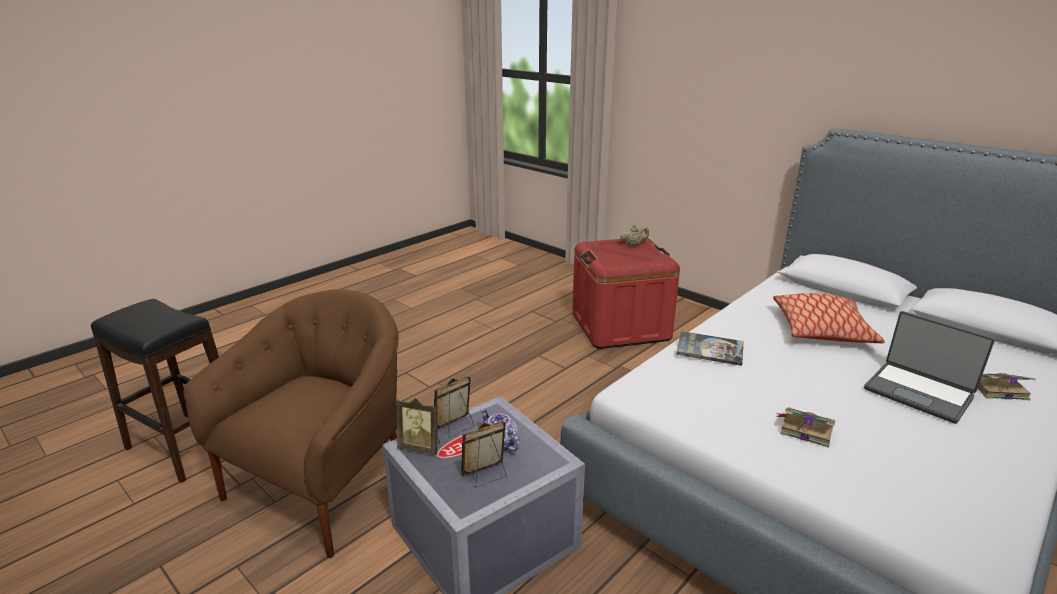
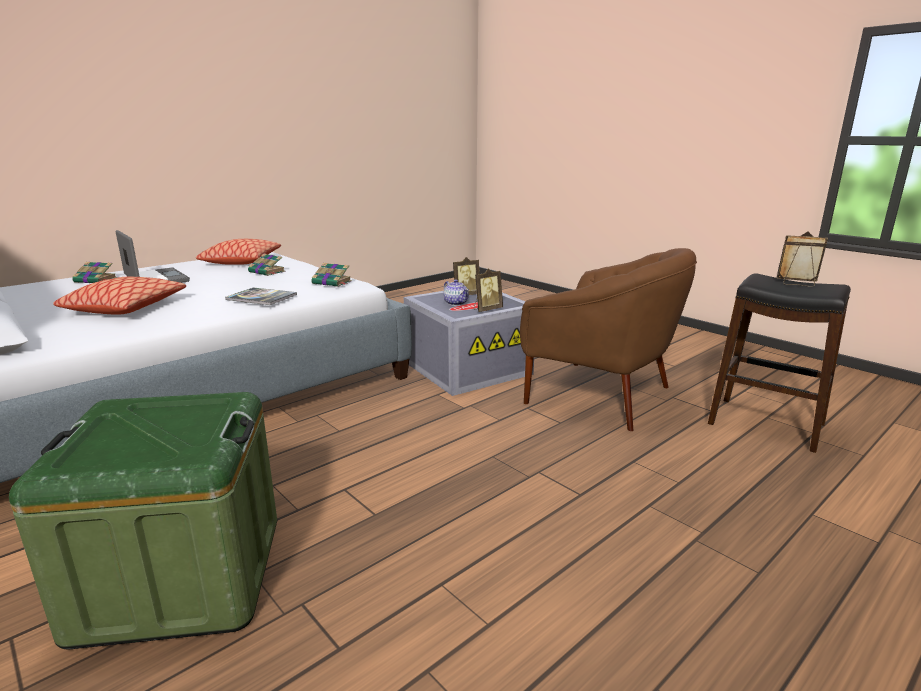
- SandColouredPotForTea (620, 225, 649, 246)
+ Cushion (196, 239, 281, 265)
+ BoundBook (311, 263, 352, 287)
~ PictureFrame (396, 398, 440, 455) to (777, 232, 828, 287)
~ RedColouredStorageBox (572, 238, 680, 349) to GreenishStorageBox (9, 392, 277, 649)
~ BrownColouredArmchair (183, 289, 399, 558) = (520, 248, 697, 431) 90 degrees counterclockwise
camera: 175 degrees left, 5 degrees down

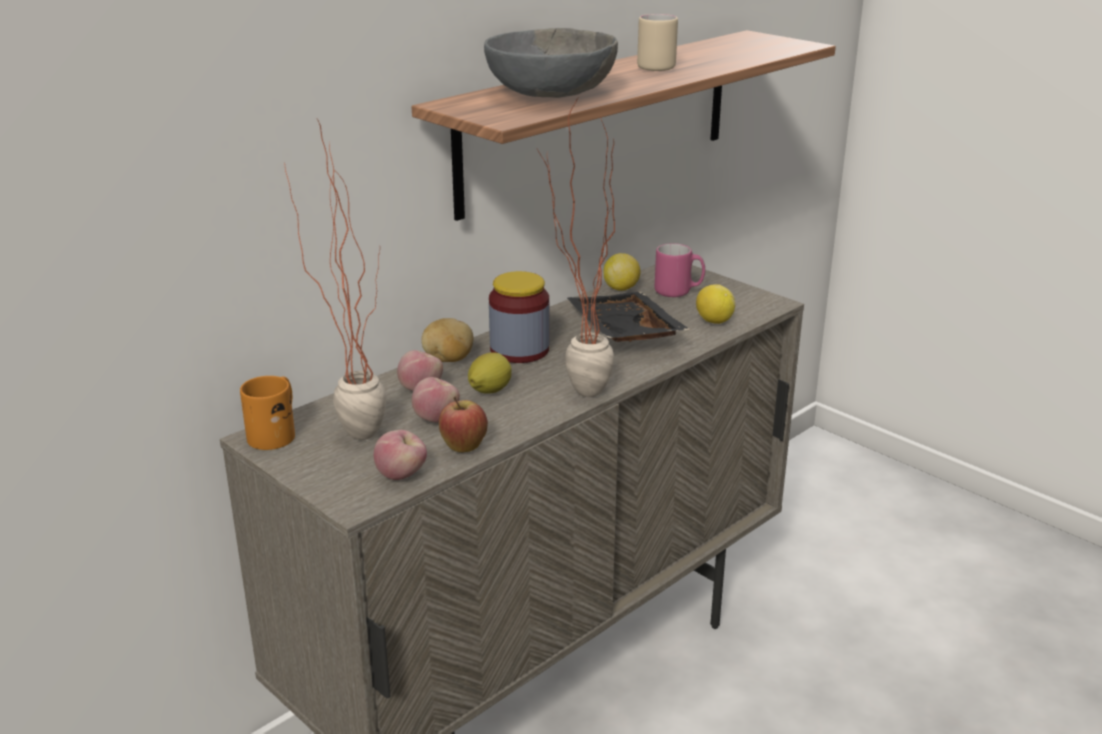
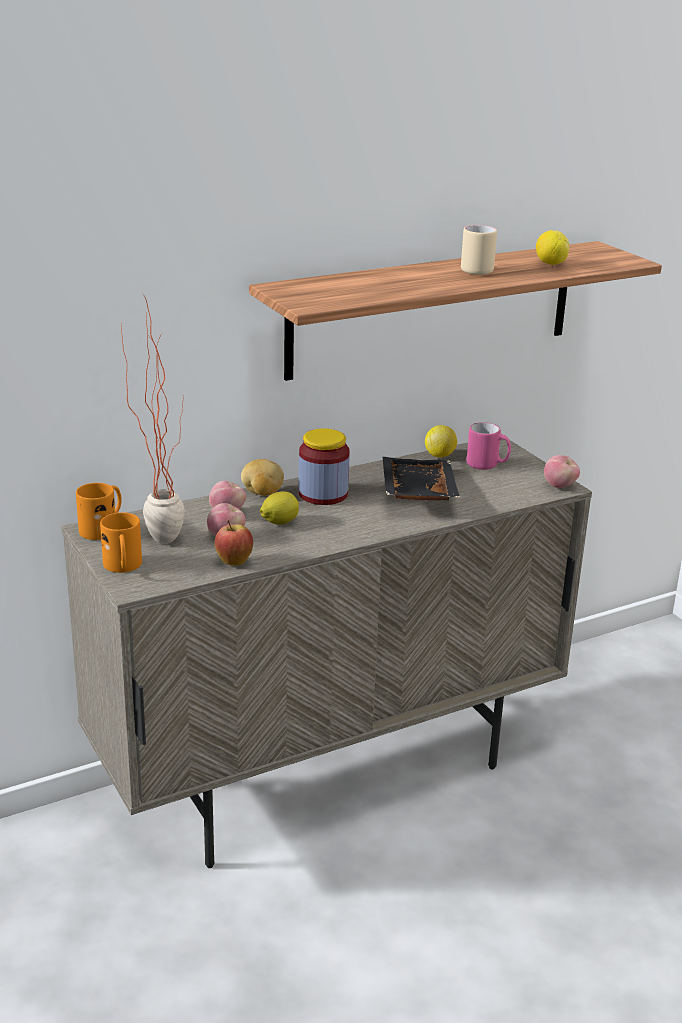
- GreyDeepDish (484, 28, 618, 98)
- PlantInAPot (536, 98, 615, 397)
+ OrangeMug (100, 512, 142, 573)
~ Apple (374, 430, 427, 480) to (544, 455, 580, 488)
~ WholeLemon (696, 284, 735, 324) to (536, 230, 569, 265)
camera: 15 degrees right, 0 degrees up

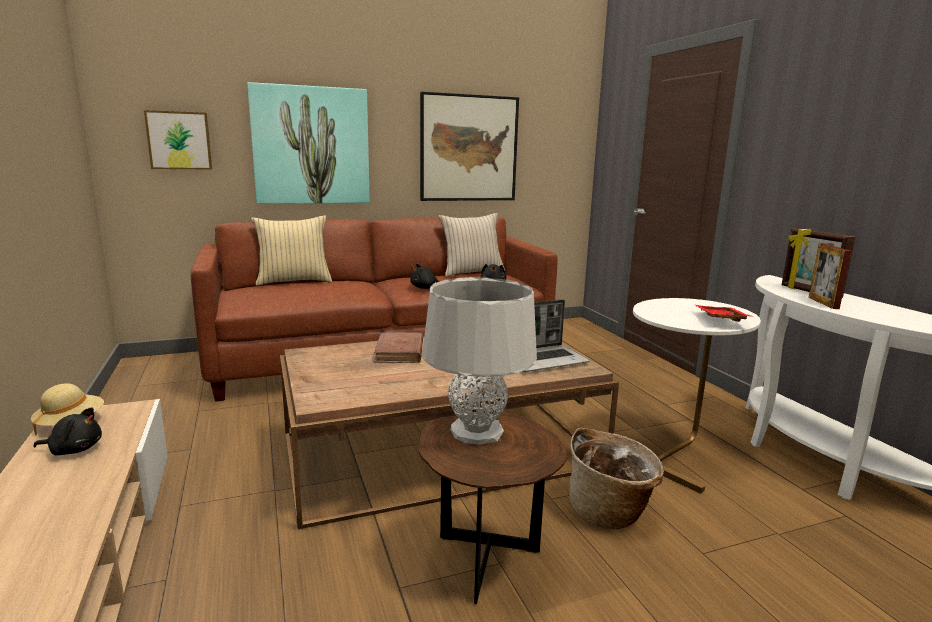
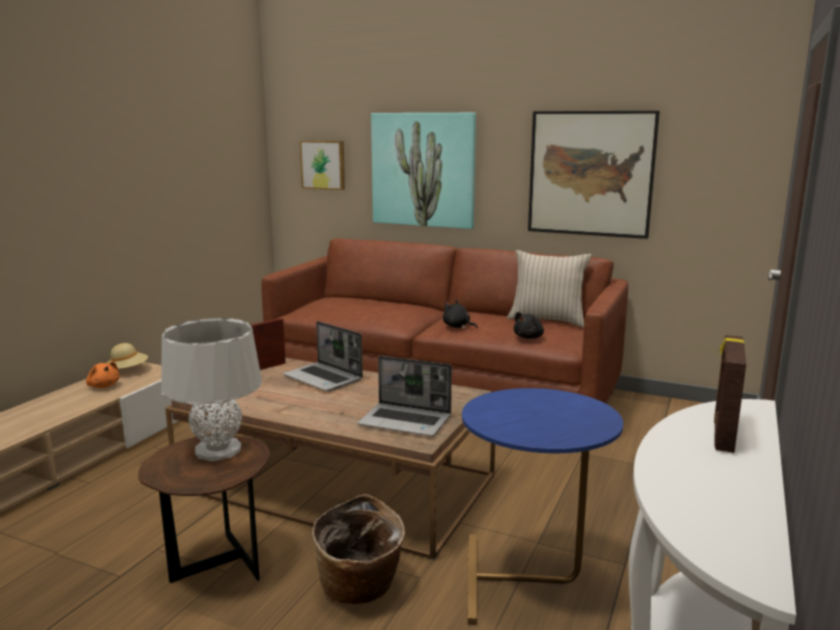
- SandColouredCushion (251, 215, 332, 286)
- RedColouredServingTray (695, 305, 754, 322)
~ PictureFrame (809, 243, 852, 309) to (251, 318, 286, 370)
~ BrownColouredBoundBook (373, 332, 423, 363) to NotebookComputer (283, 321, 363, 391)
~ BlackCuddlyToy (34, 407, 102, 456) to OrangeCuddlyToy (86, 361, 120, 388)
~ WhitishEndTable (633, 298, 761, 494) to BluishEndTable (462, 388, 623, 625)
camera: 45 degrees right, 0 degrees up

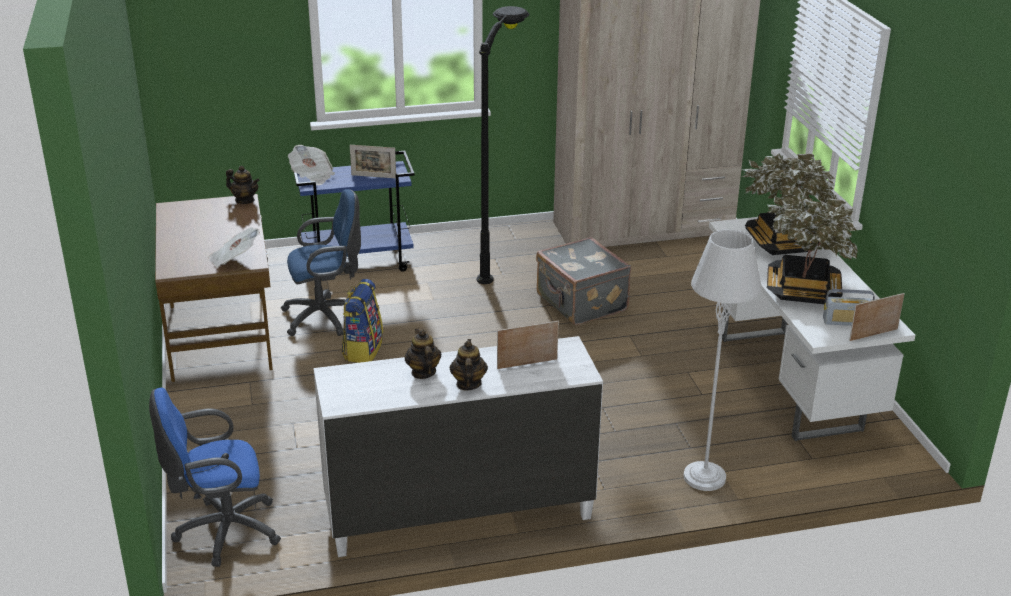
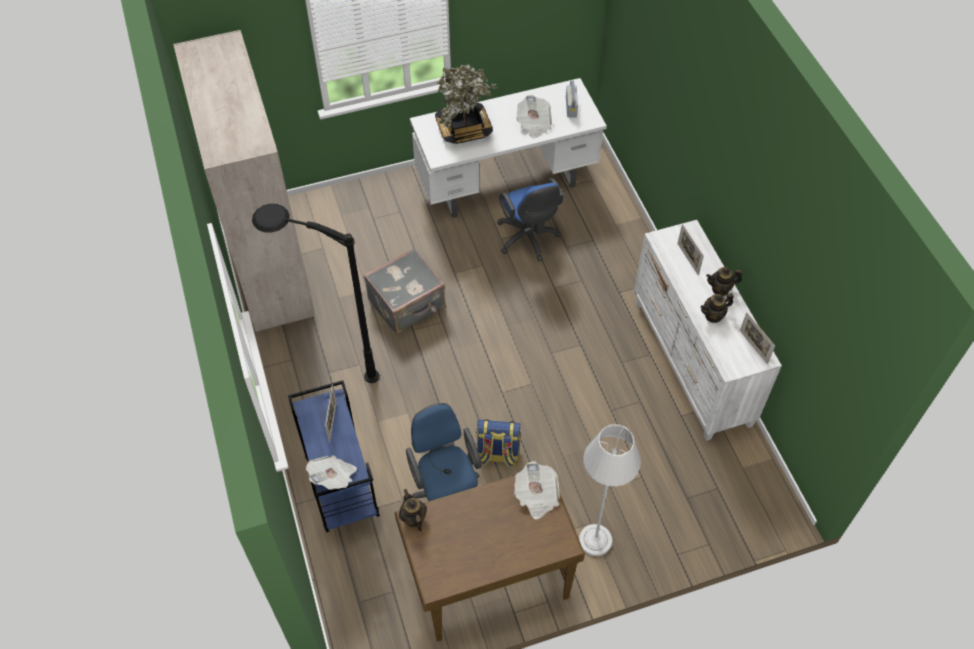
~ BluishOfficeChair (149, 388, 281, 567) to (497, 178, 564, 261)
~ GreyStandingLamp (683, 229, 762, 491) to (579, 424, 641, 556)
~ PictureFrame (849, 293, 905, 341) to (740, 312, 775, 364)
~ PlantInAPot (767, 193, 858, 304) to DailyPaper (516, 95, 552, 139)
~ PotForTea (226, 166, 259, 204) = (399, 489, 427, 531) 45 degrees counterclockwise
camera: 95 degrees left, 25 degrees up

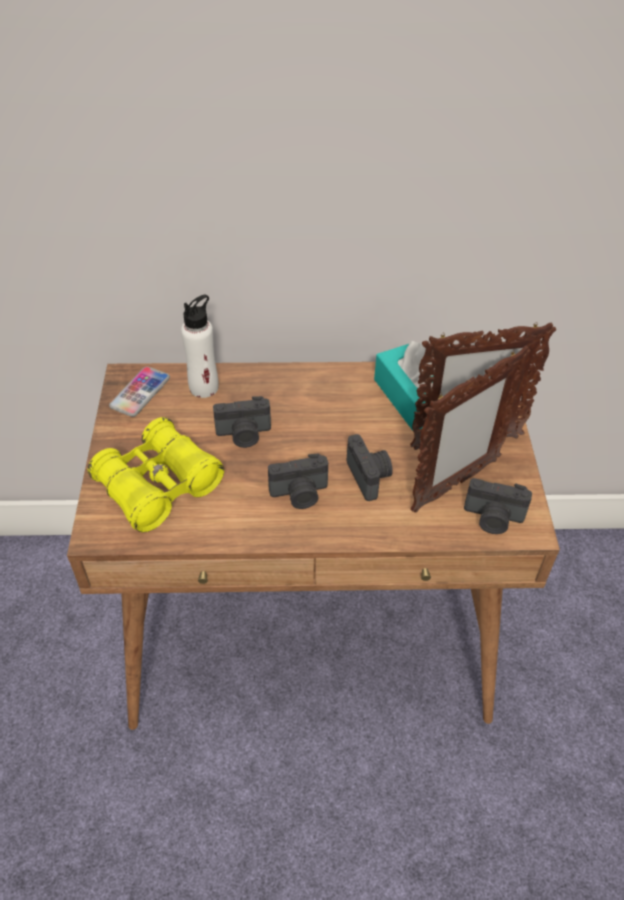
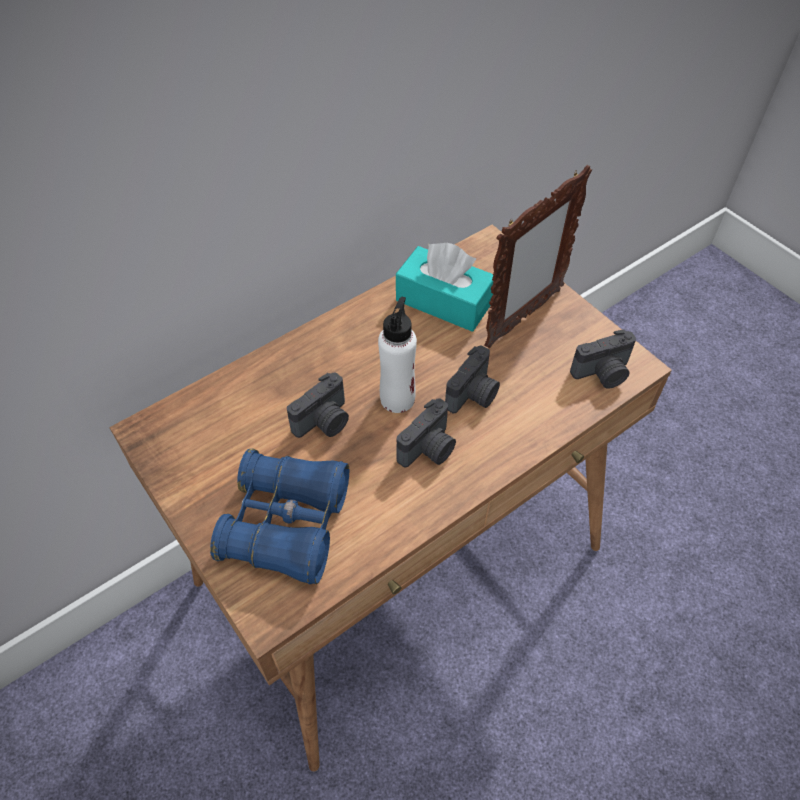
- Telephone (109, 366, 170, 417)
- PictureFrame (410, 346, 531, 513)
~ WhitishDrinkBottle (181, 295, 219, 398) to (378, 297, 417, 413)
~ YellowishPairOfBinoculars (88, 417, 224, 532) to BluishPairOfBinoculars (210, 449, 349, 584)
~ PhotoCamera (347, 434, 393, 501) = (445, 346, 500, 413) 90 degrees clockwise
camera: 35 degrees left, 5 degrees up

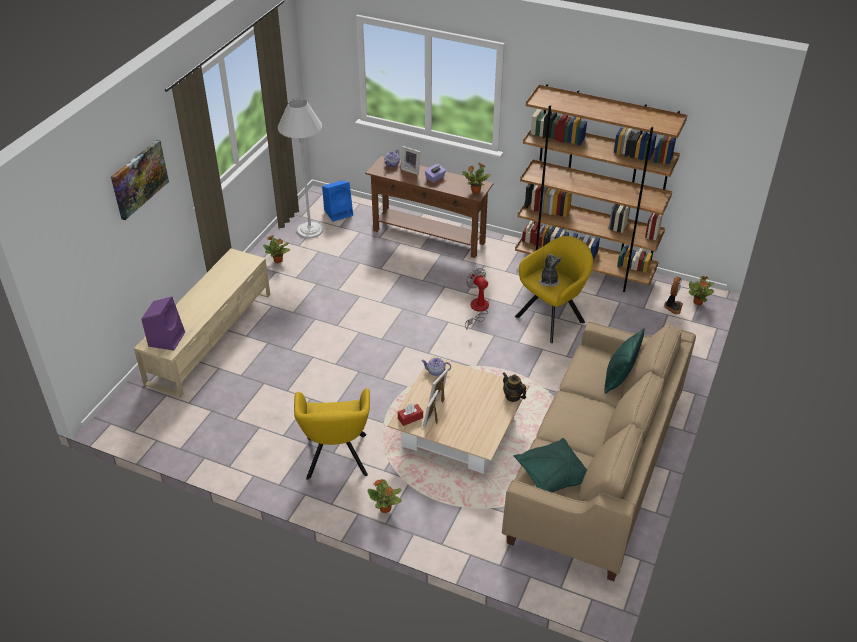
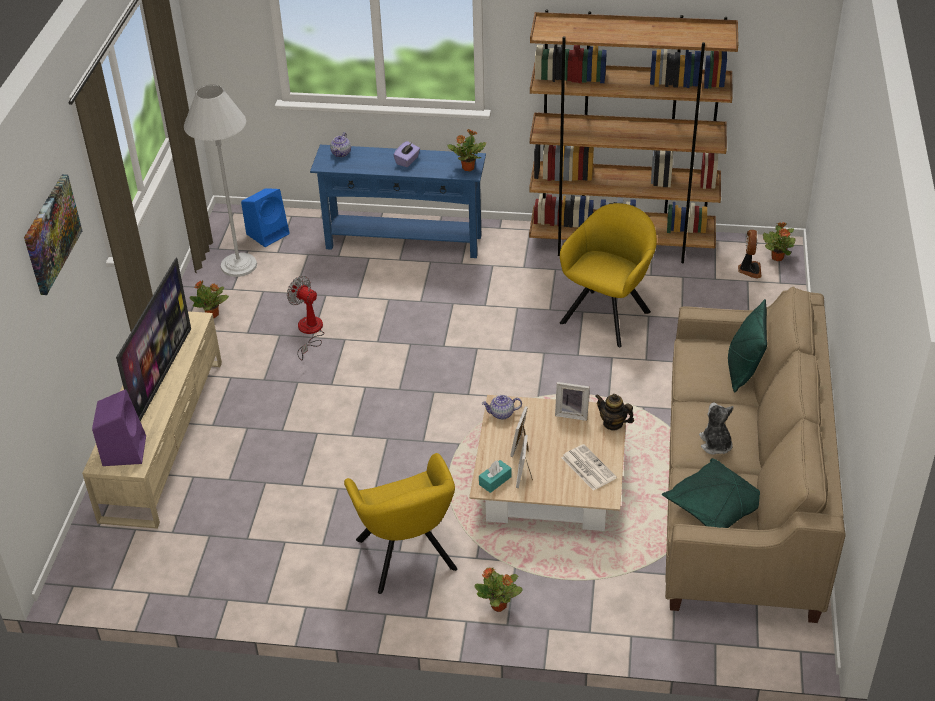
+ Television (116, 258, 191, 421)
+ DailyPaper (561, 444, 617, 491)
~ PictureFrame (401, 146, 421, 175) to (555, 382, 590, 421)
~ ElectricFan (465, 268, 489, 329) to (287, 276, 324, 360)
~ CuddlyToy (539, 253, 562, 287) to (699, 403, 734, 455)
~ BrownColouredNarrowTable (365, 156, 493, 258) to BluishNarrowTable (310, 145, 486, 258)
~ RedColouredBoxOfTissues (398, 404, 423, 426) to TurquoiseColouredBoxOfTissues (479, 460, 512, 493)
camera: 15 degrees left, 0 degrees up

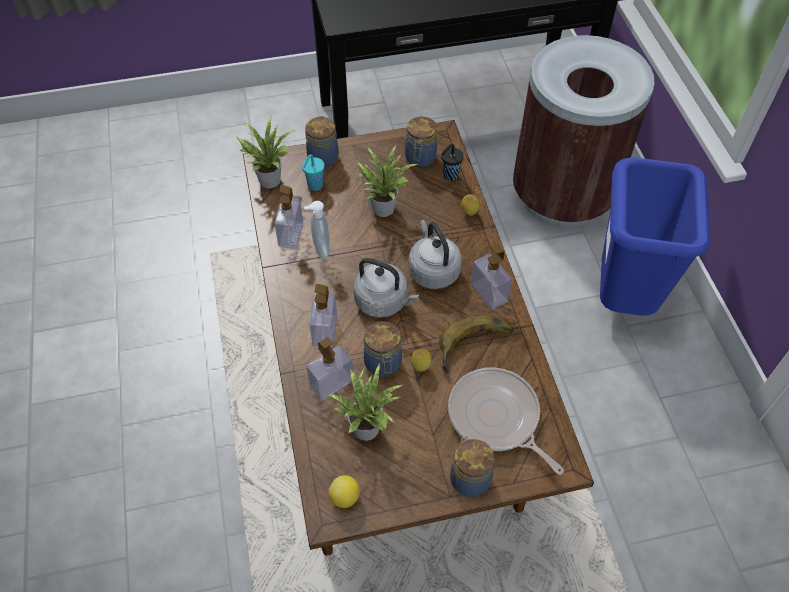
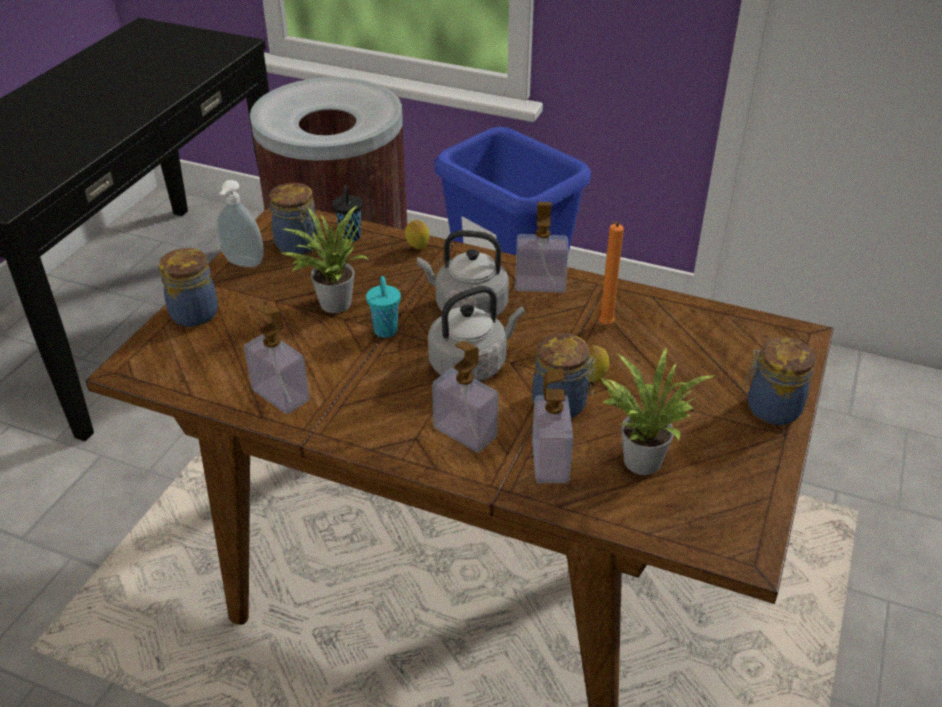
- PlantInAPot (237, 116, 296, 188)
- WholeLemon (328, 475, 360, 508)
- Skillet (448, 367, 564, 475)
~ TurquoiseColouredDrinkingCup (302, 154, 324, 191) to (366, 276, 401, 338)
~ SoapBottle (304, 201, 330, 259) to (216, 180, 264, 268)
~ WholeBanana (439, 314, 514, 373) to OrangeWaxLight (599, 221, 624, 325)
camera: 55 degrees left, 15 degrees down

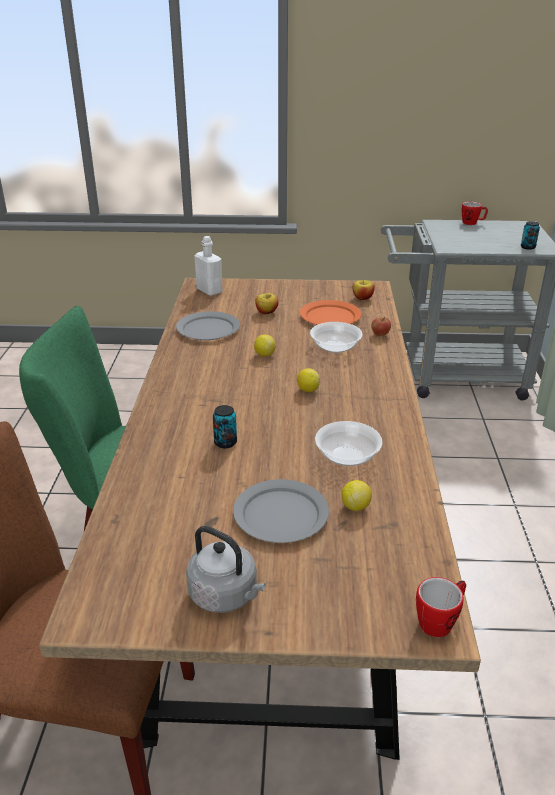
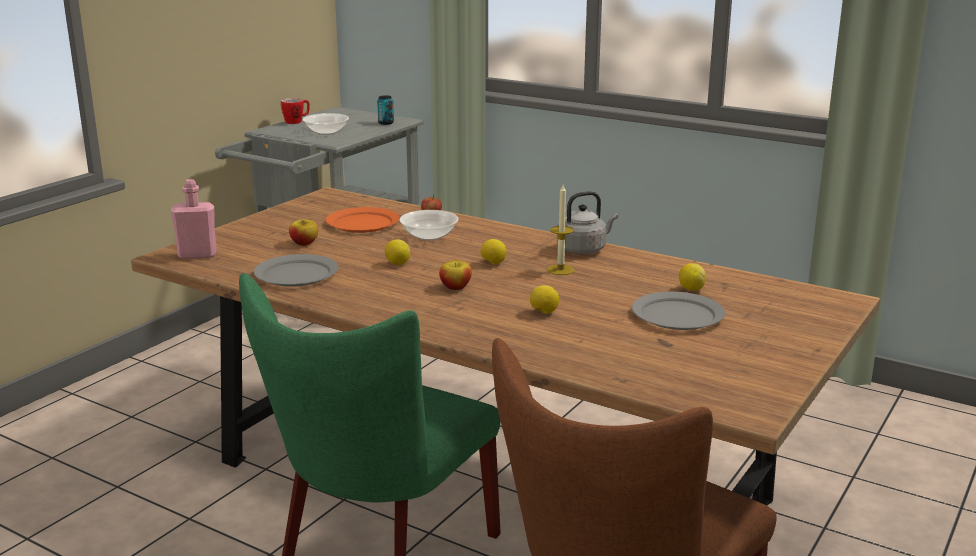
- Mug (416, 577, 466, 637)
+ WaxLight (547, 185, 575, 275)
~ GreyTeaKettle (186, 526, 266, 613) to (557, 191, 618, 254)
~ DeepDish (315, 421, 383, 466) to (303, 113, 349, 135)
~ Apple (352, 280, 375, 300) to (439, 260, 472, 290)
~ SealedCan (213, 405, 237, 448) to WholeLemon (530, 285, 559, 314)
~ WhitishDrinkBottle (194, 236, 223, 296) to PinkishDrinkBottle (171, 179, 217, 259)
camera: 60 degrees left, 10 degrees down

